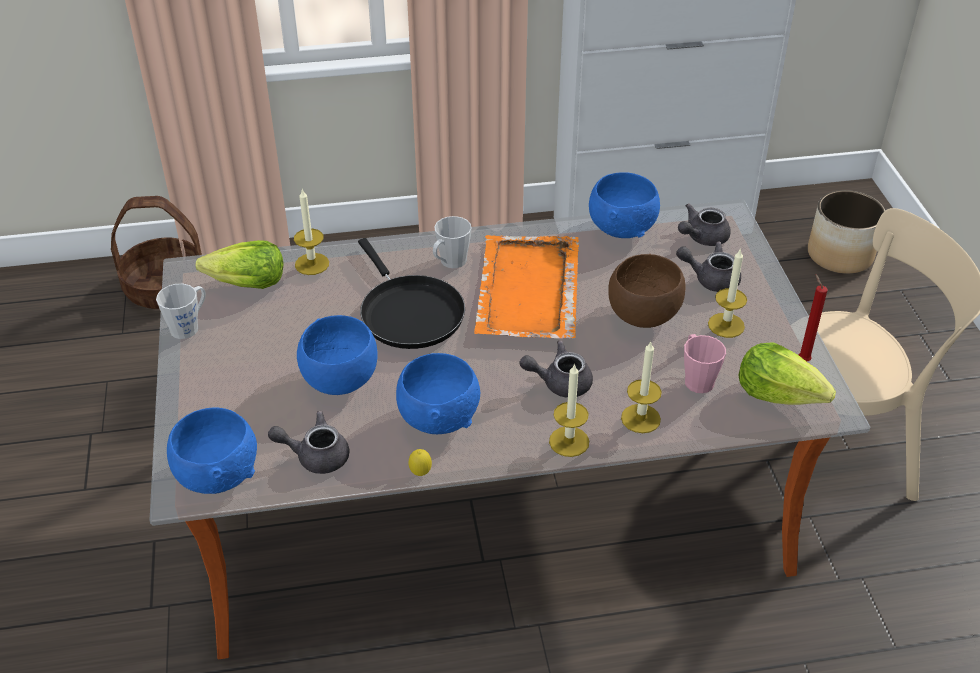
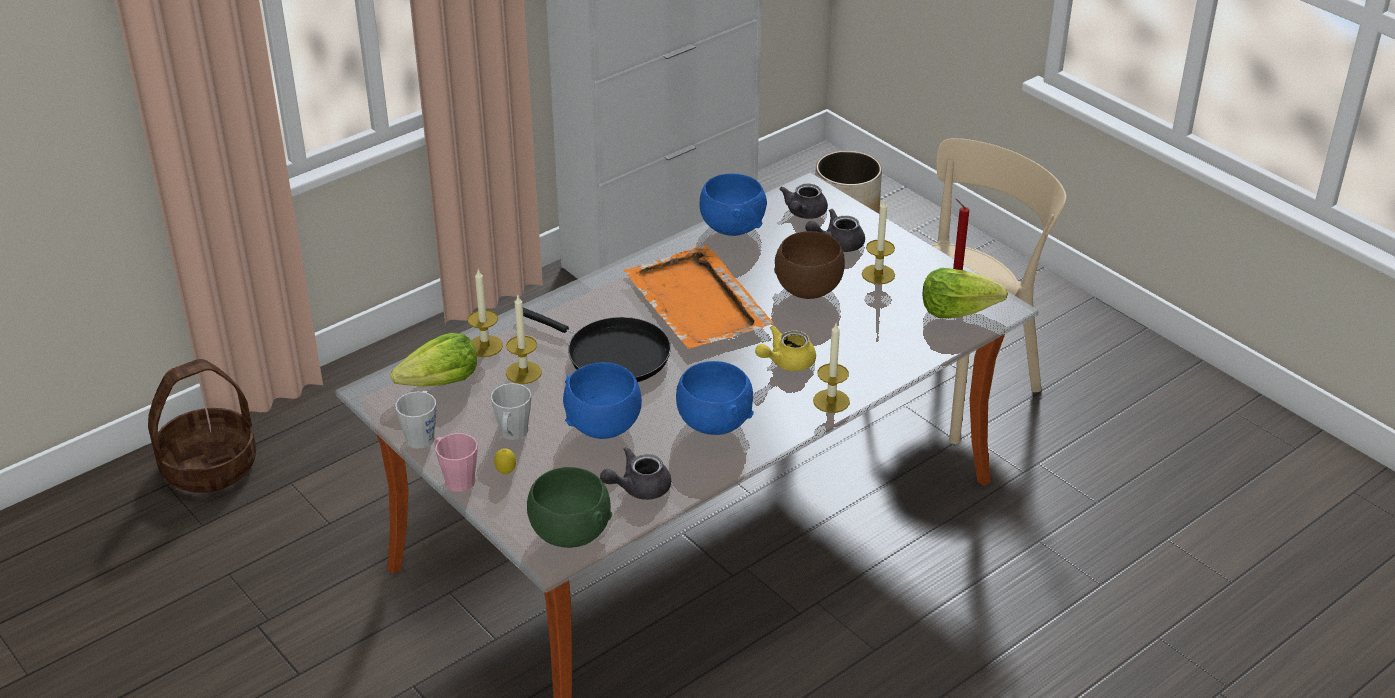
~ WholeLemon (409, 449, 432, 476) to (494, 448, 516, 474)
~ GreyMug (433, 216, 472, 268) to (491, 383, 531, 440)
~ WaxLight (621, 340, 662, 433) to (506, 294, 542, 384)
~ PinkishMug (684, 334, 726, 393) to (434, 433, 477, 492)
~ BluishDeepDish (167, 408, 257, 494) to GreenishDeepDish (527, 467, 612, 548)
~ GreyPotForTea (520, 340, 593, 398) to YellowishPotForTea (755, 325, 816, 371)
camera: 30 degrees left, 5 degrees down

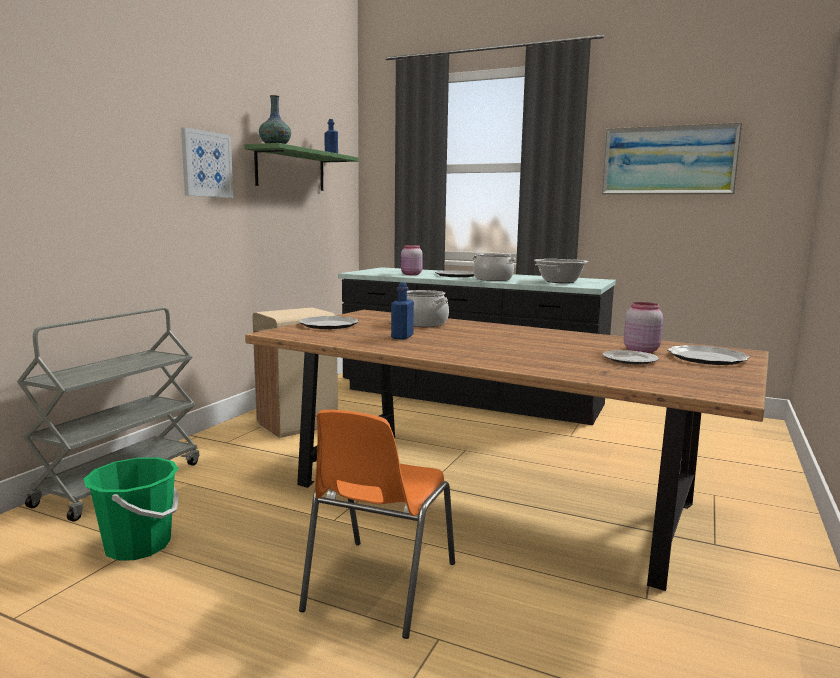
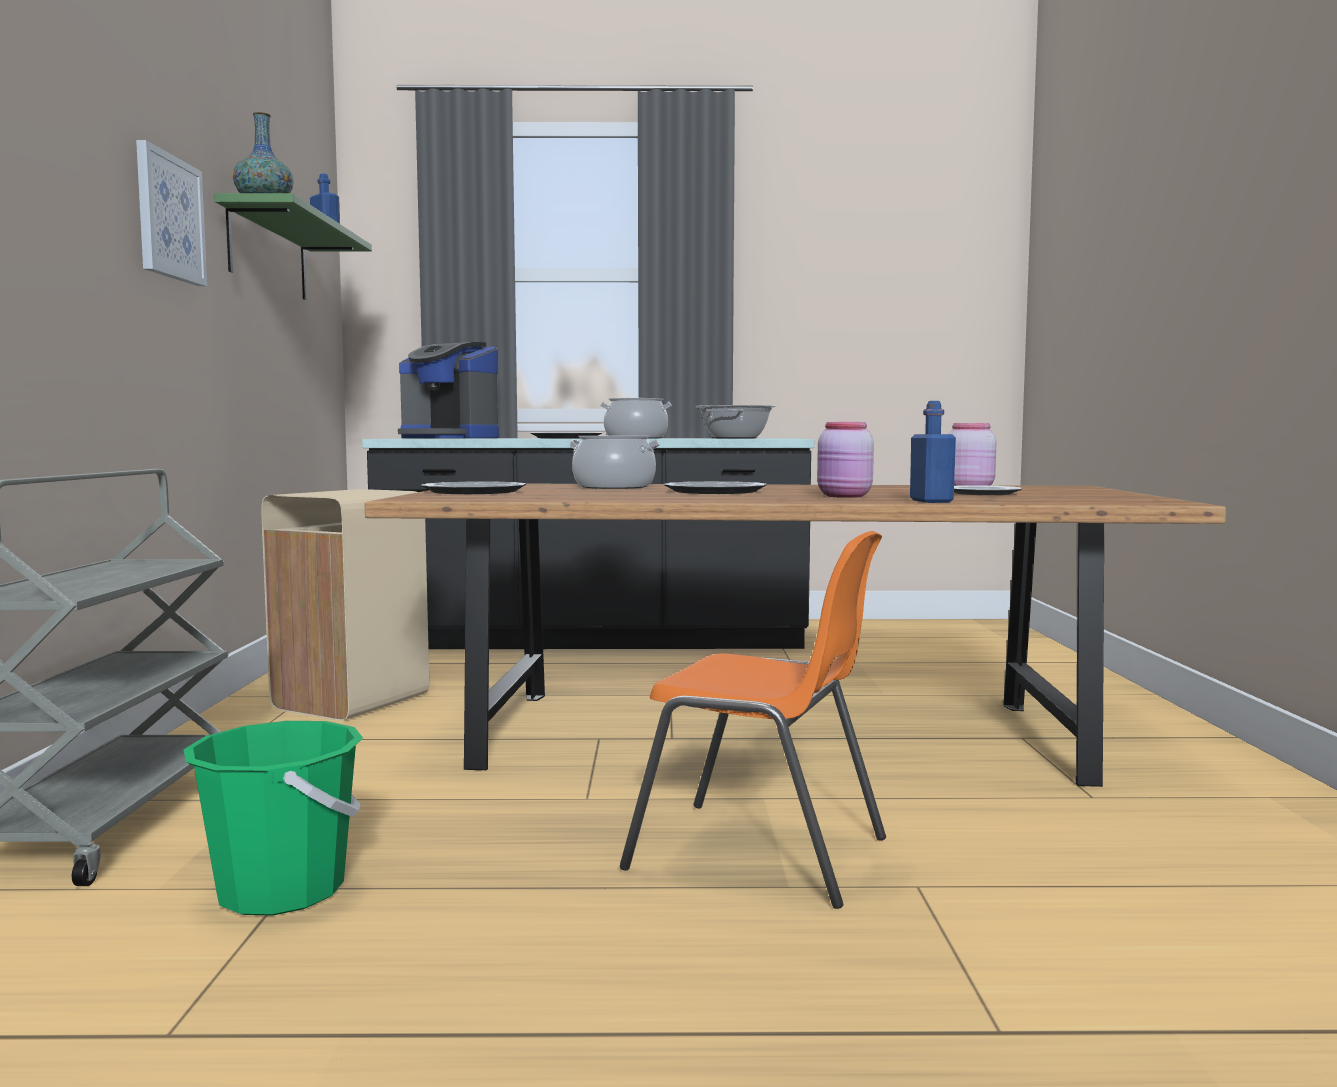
- WallPicture (602, 122, 742, 195)
+ CoffeeMaker (398, 342, 499, 438)
~ BluishDrinkBottle (391, 282, 414, 340) to (910, 401, 956, 503)
~ PinkishJar (401, 245, 423, 275) to (817, 422, 874, 498)
~ DinnerPlate (667, 345, 750, 365) to (664, 481, 767, 494)
~ OrangeChair (299, 410, 455, 639) = (620, 531, 886, 909) 60 degrees counterclockwise
camera: 25 degrees left, 5 degrees down

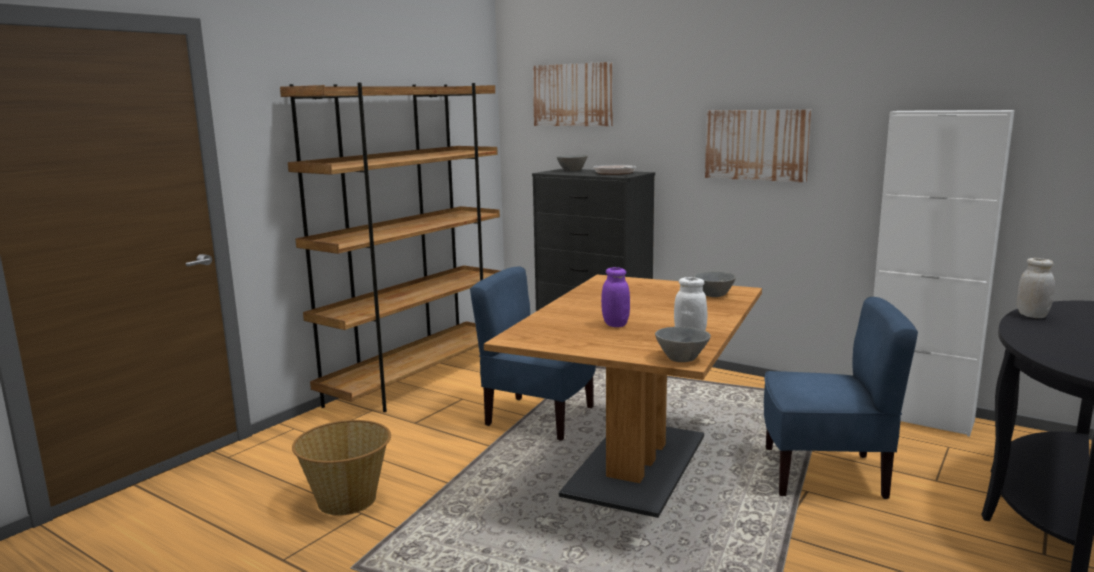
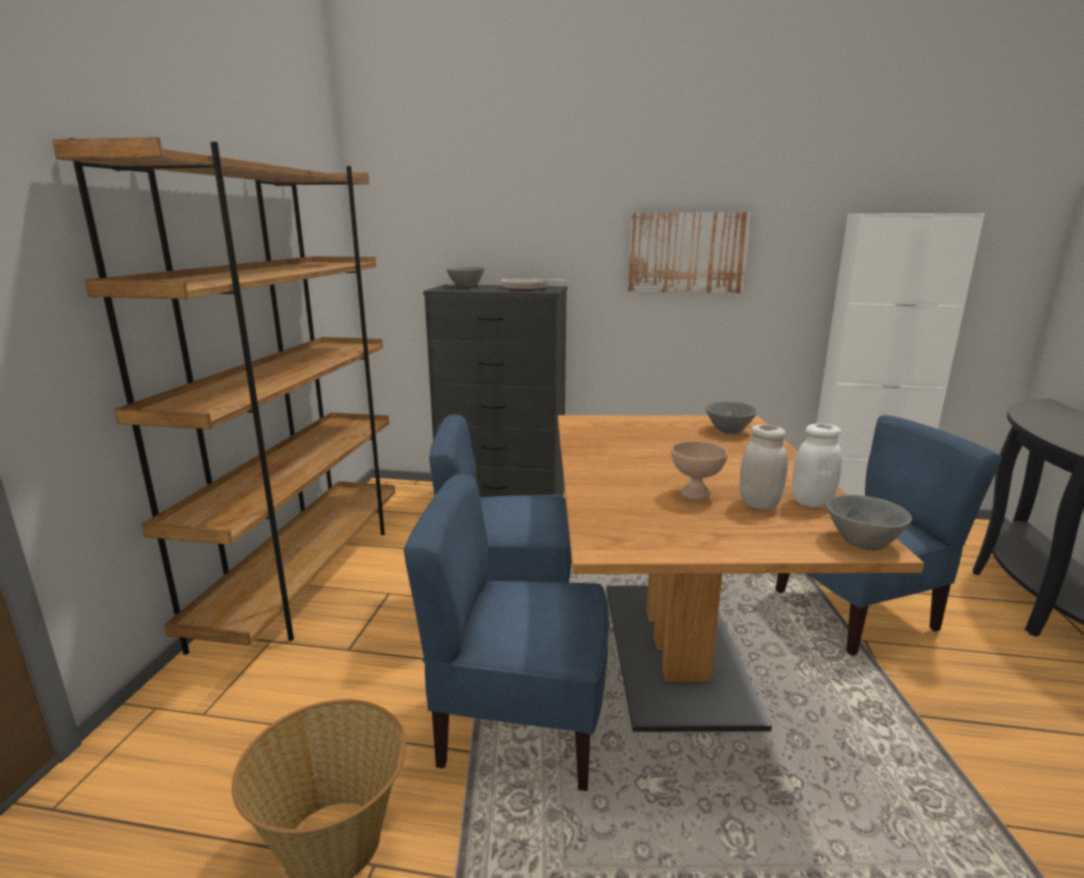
- WallPicture (533, 62, 613, 126)
+ BluishChair (404, 474, 609, 791)
~ WhitishJar (1017, 258, 1055, 318) to (739, 424, 788, 510)
~ PurpleColouredJar (601, 267, 630, 327) to SandColouredDeepDish (671, 441, 728, 500)
camera: 25 degrees left, 5 degrees up

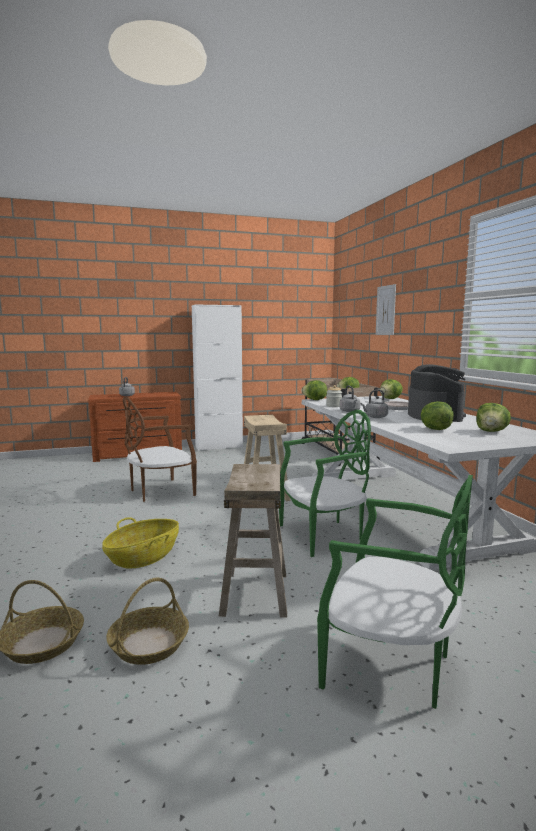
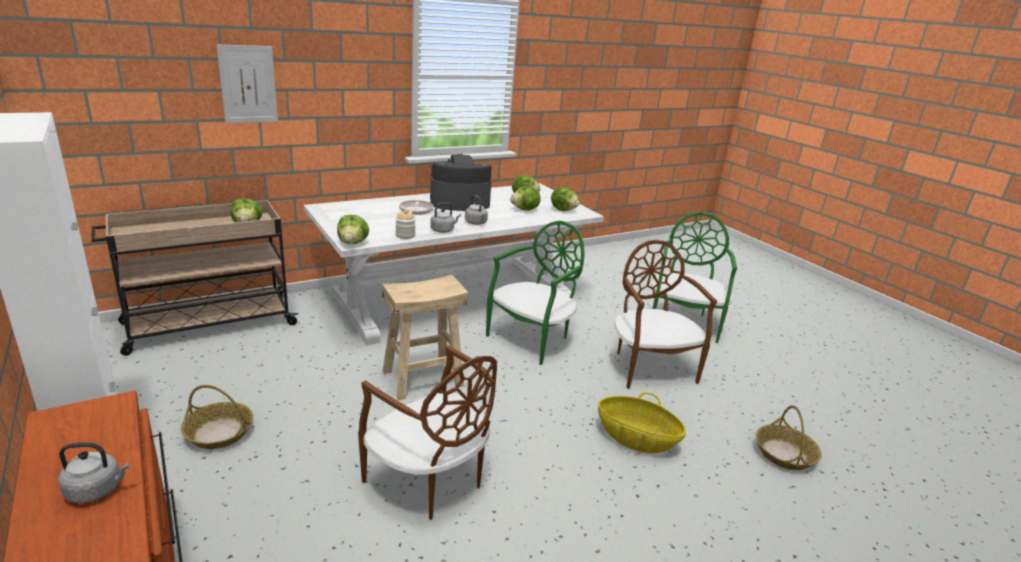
~ Basket (106, 578, 189, 665) to (181, 385, 253, 449)
~ Lettuce (380, 379, 403, 399) to (551, 187, 579, 211)
~ SandColouredStoolSeat (219, 464, 287, 618) to BrownColouredChair (614, 240, 717, 389)
~ GreenishChair (279, 410, 371, 557) = (486, 221, 585, 365) 75 degrees clockwise
camera: 105 degrees left, 15 degrees up

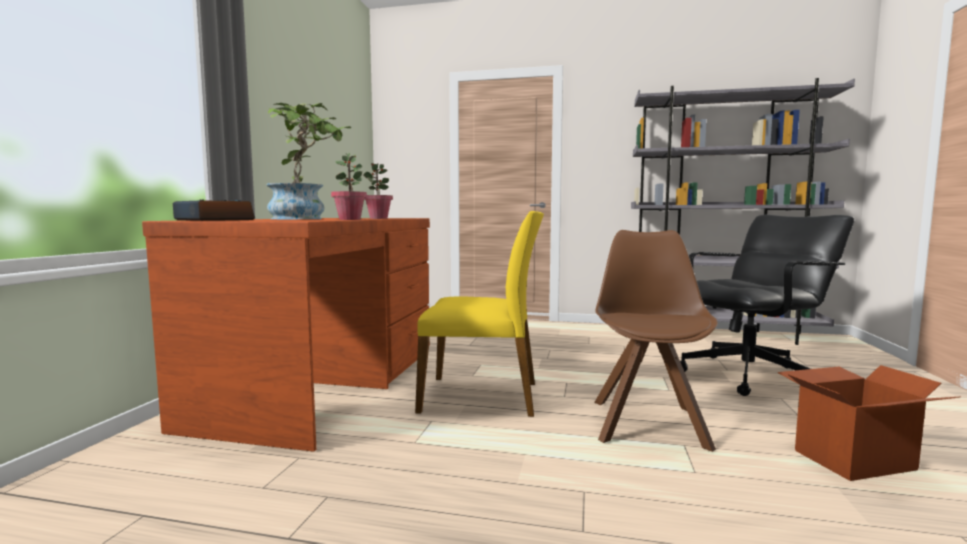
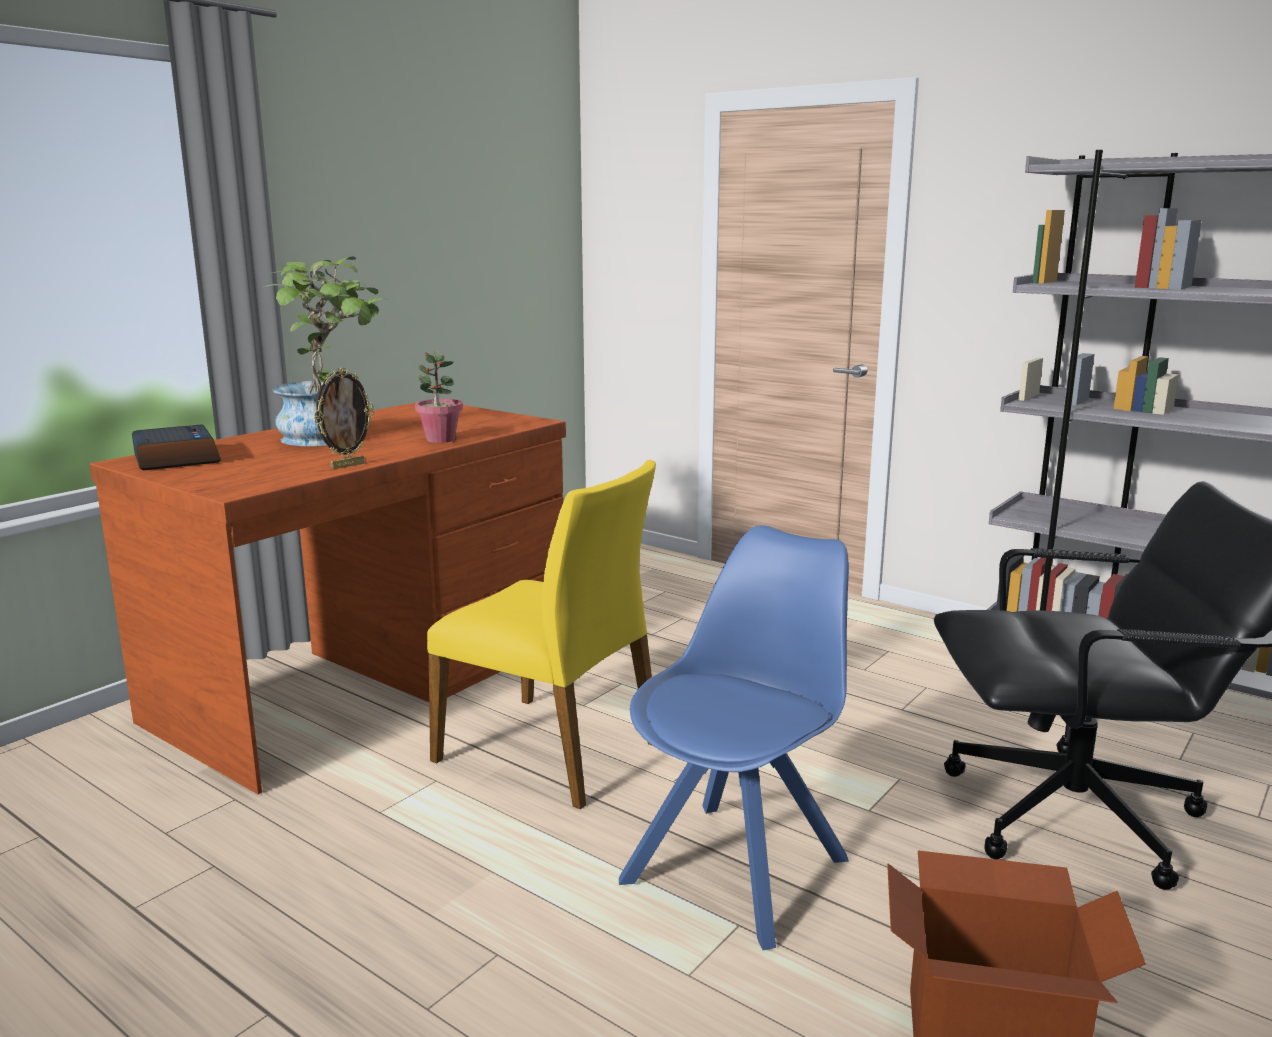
~ PlantInAPot (331, 153, 367, 220) to PictureFrame (314, 368, 374, 469)
~ BrownColouredChair (594, 230, 718, 452) to BluishChair (619, 525, 849, 950)
camera: 25 degrees right, 10 degrees up

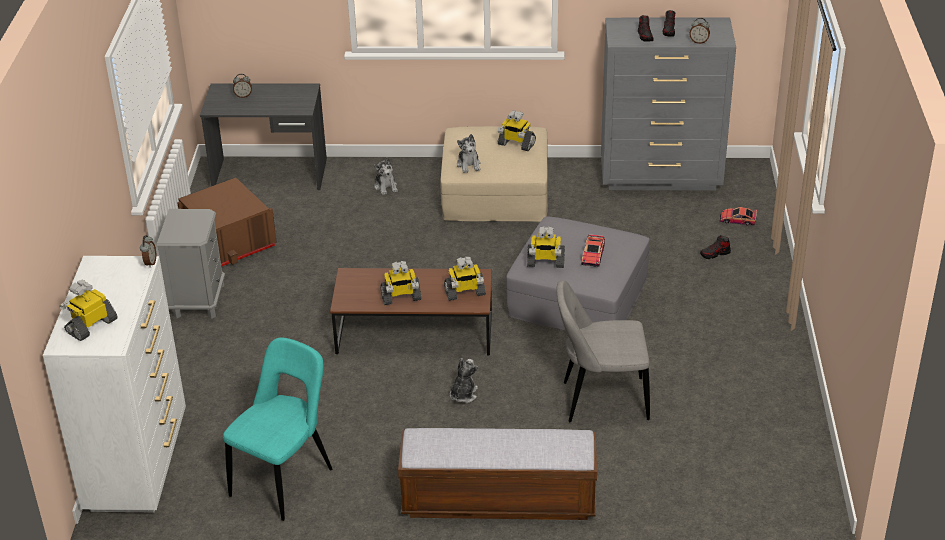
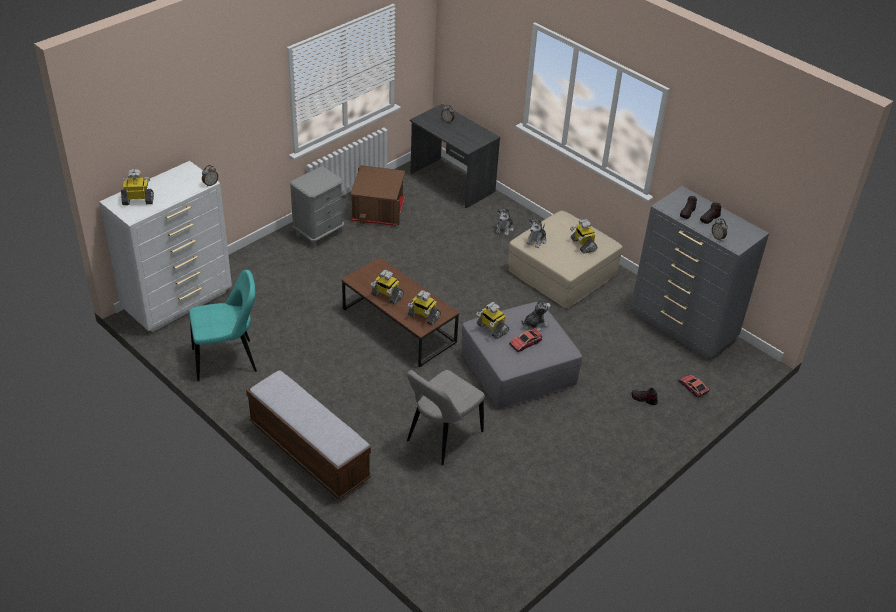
~ CuddlyToy (450, 358, 478, 403) to (522, 299, 551, 331)
~ GreyChair (556, 280, 650, 422) = (407, 370, 485, 465) 90 degrees counterclockwise
camera: 40 degrees right, 5 degrees up

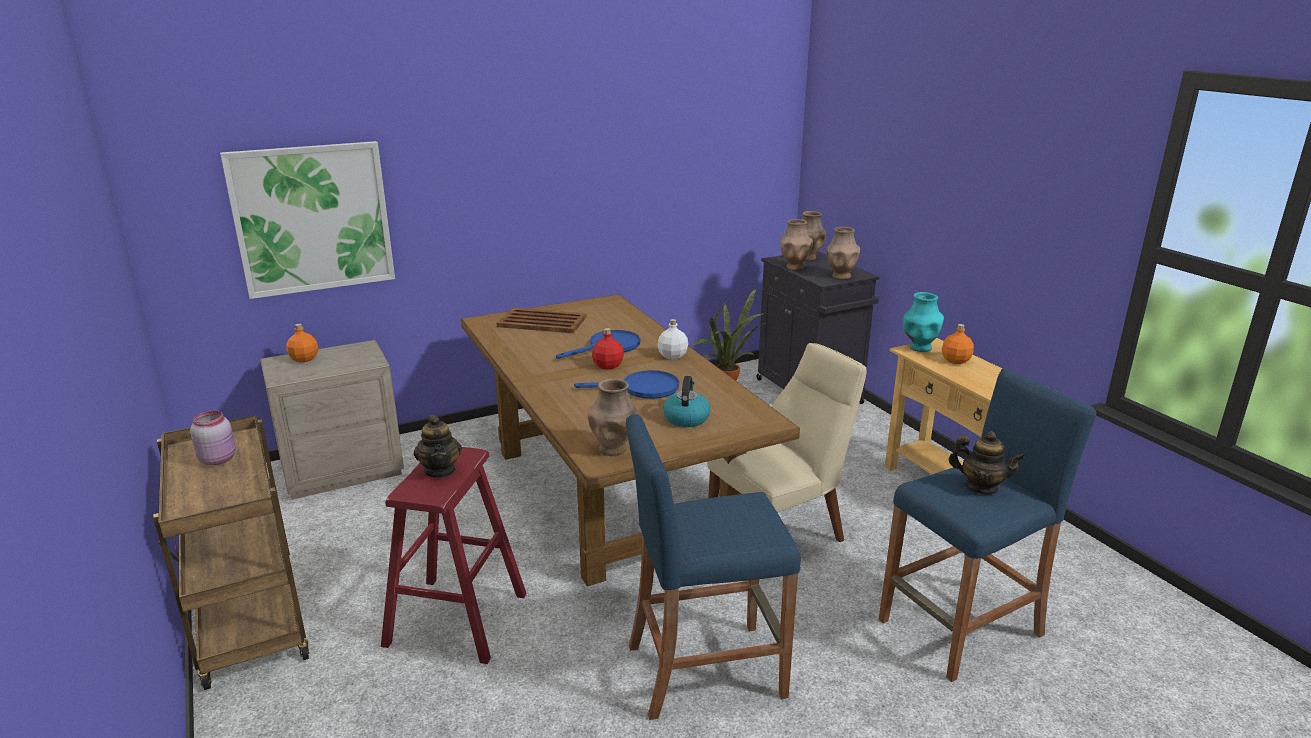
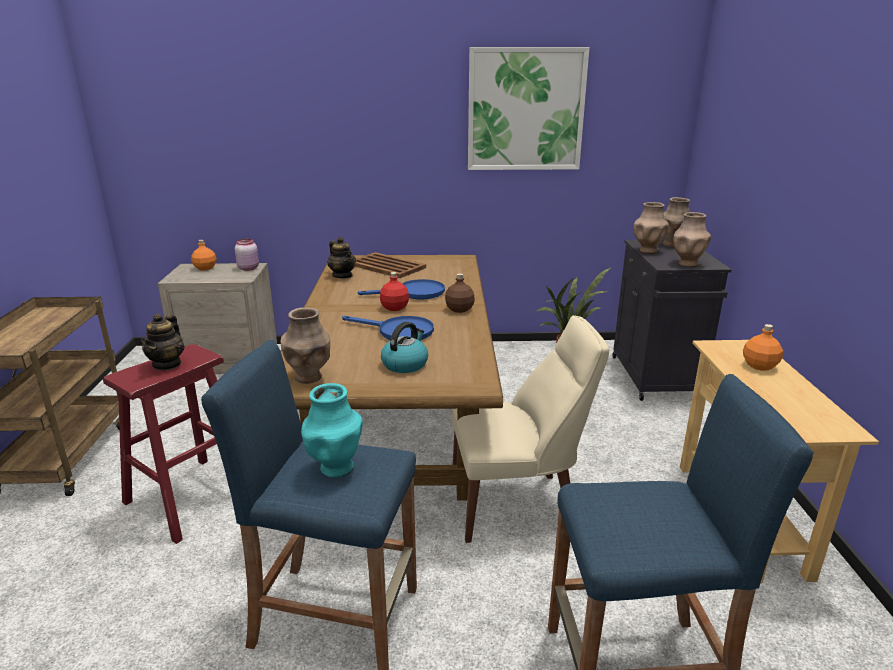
~ PinkishJar (190, 411, 236, 465) to (235, 238, 259, 271)
~ WallPicture (220, 141, 395, 299) to (468, 47, 590, 170)
~ TurquoiseColouredFlowerVase (903, 292, 944, 352) to (301, 383, 363, 477)
~ PotForTea (949, 431, 1025, 494) to (327, 237, 356, 278)
~ WhitishDrinkBottle (657, 319, 688, 360) to BrownColouredDrinkBottle (445, 273, 475, 313)
camera: 25 degrees right, 0 degrees up

